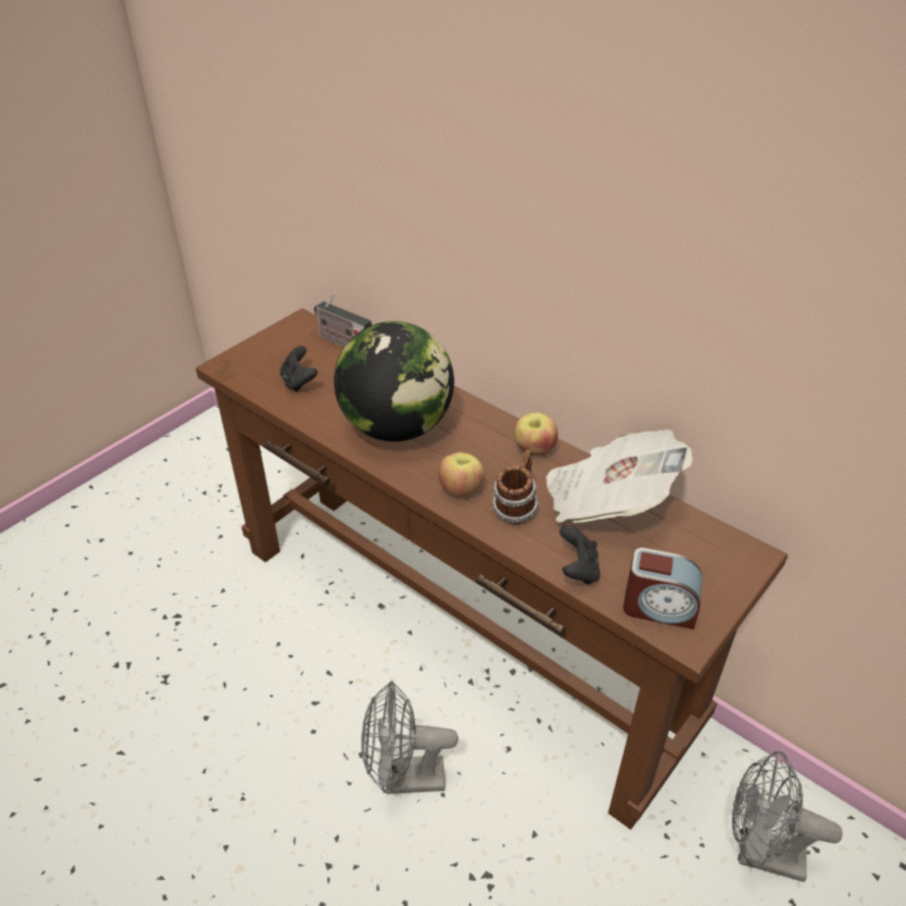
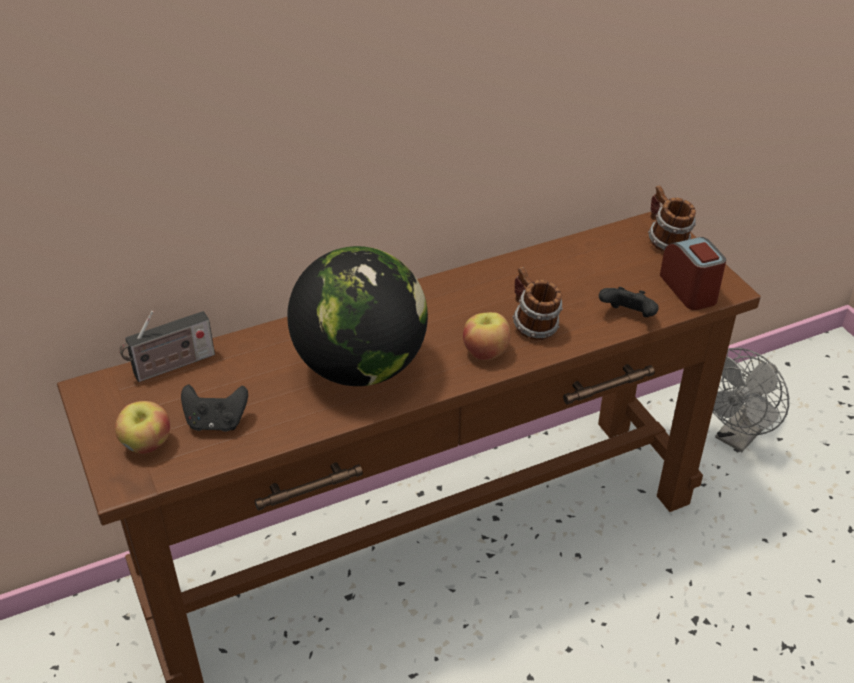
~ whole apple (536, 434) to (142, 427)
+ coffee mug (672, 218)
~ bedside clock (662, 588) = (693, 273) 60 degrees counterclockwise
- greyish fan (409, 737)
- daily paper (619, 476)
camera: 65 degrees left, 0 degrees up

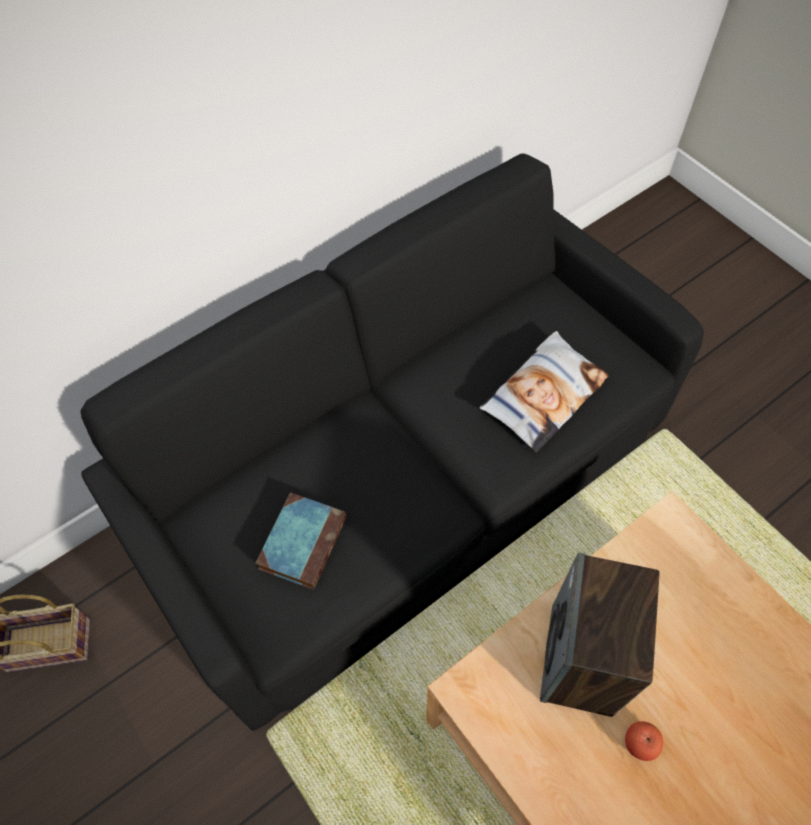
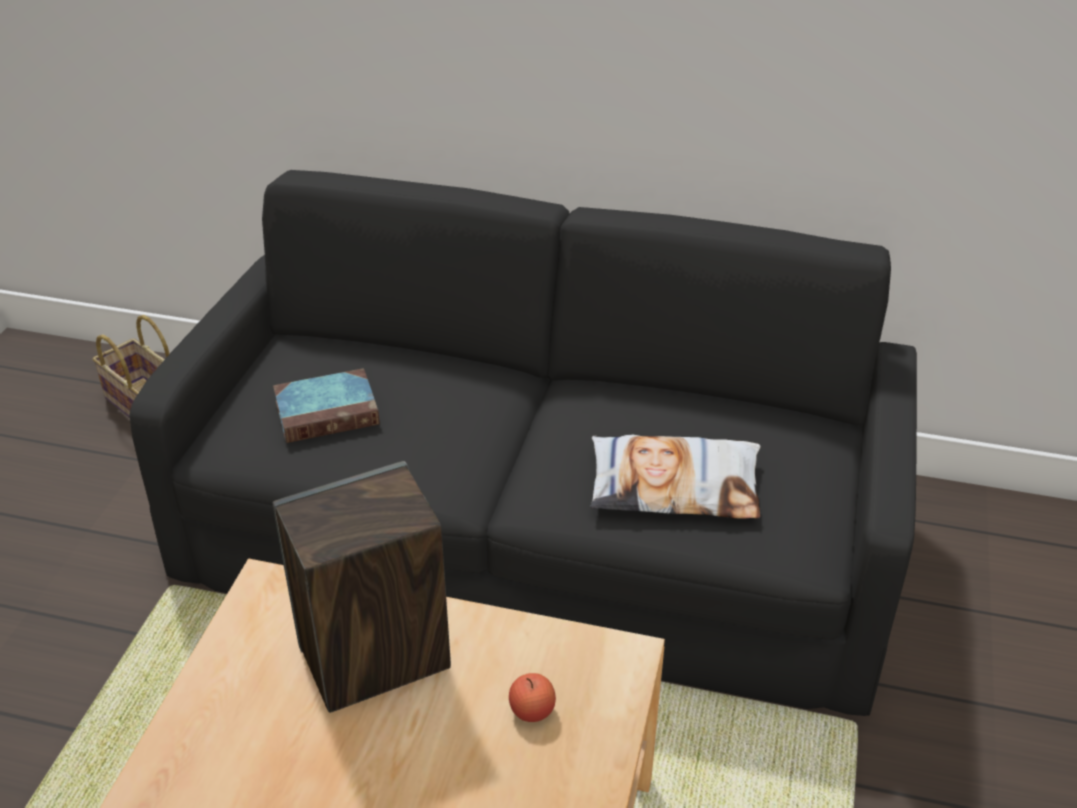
~ whole apple (644, 741) to (532, 697)
camera: 50 degrees right, 20 degrees down

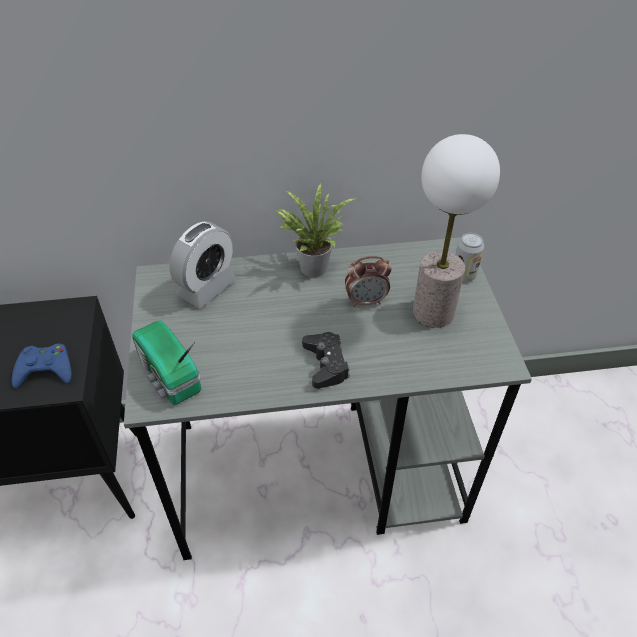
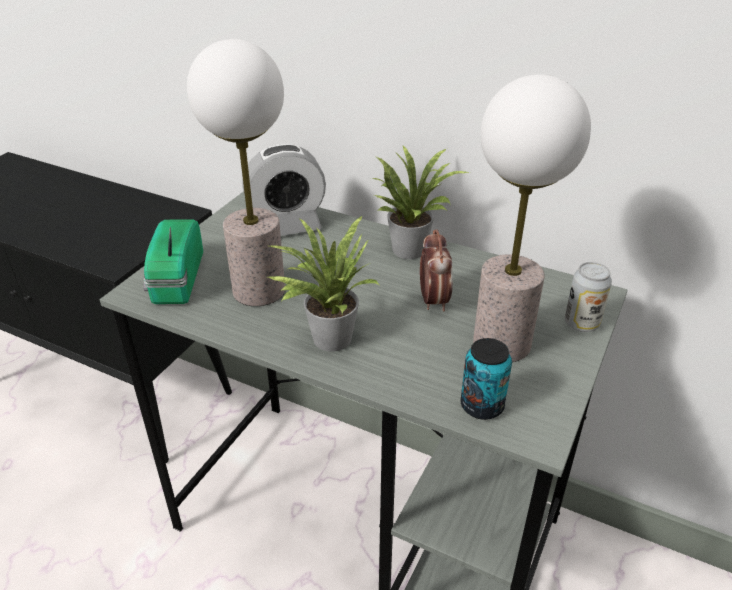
+ table lamp (236, 172)
~ blackish game controller (326, 360) to houseplant (324, 284)
~ bedside clock (368, 281) = (436, 270) 120 degrees counterclockwise
+ can (486, 379)
- blue game controller (41, 366)
camera: 35 degrees right, 10 degrees down

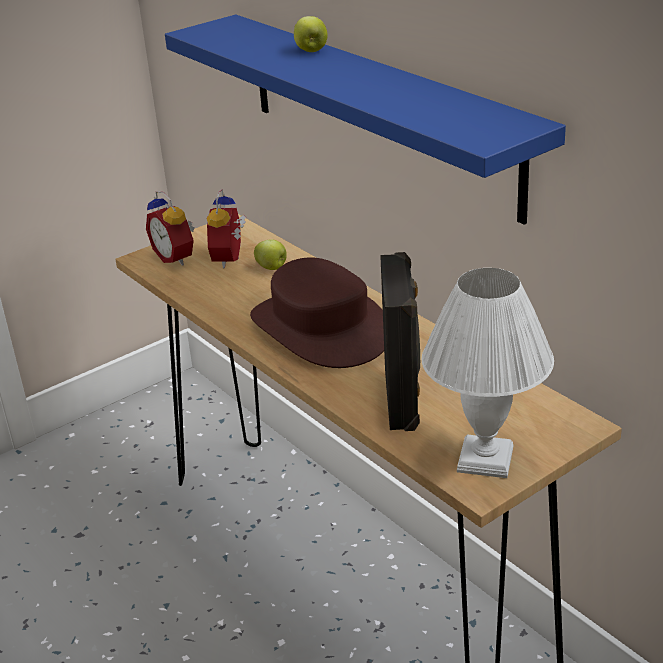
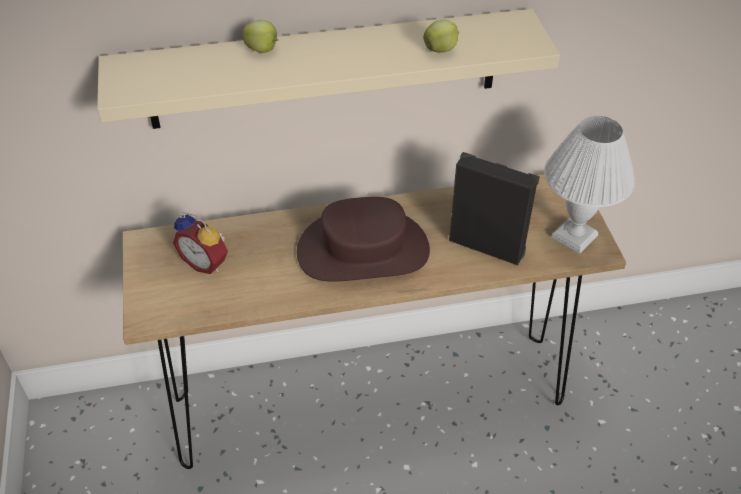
~ blue bracket shelf (365, 120) to beige-coloured bracket shelf (328, 69)
~ whole apple (270, 255) to (441, 36)
- bedside clock (170, 228)
camera: 65 degrees left, 15 degrees up

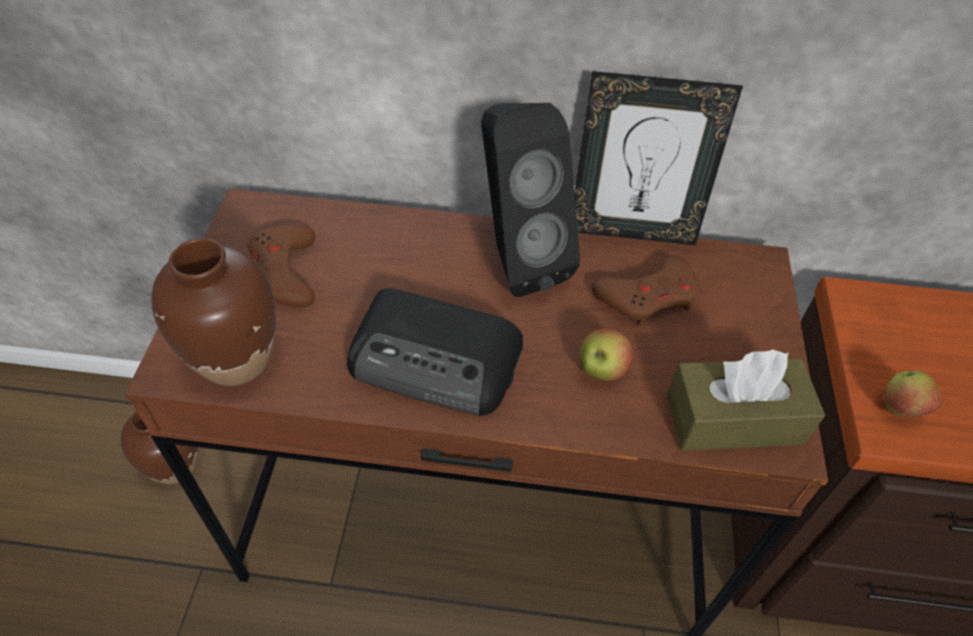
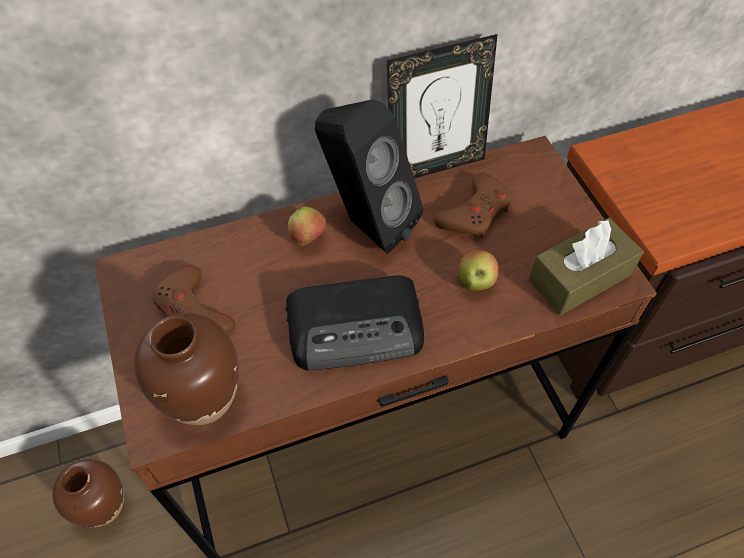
~ whole apple (913, 394) to (307, 226)
camera: 25 degrees left, 5 degrees up

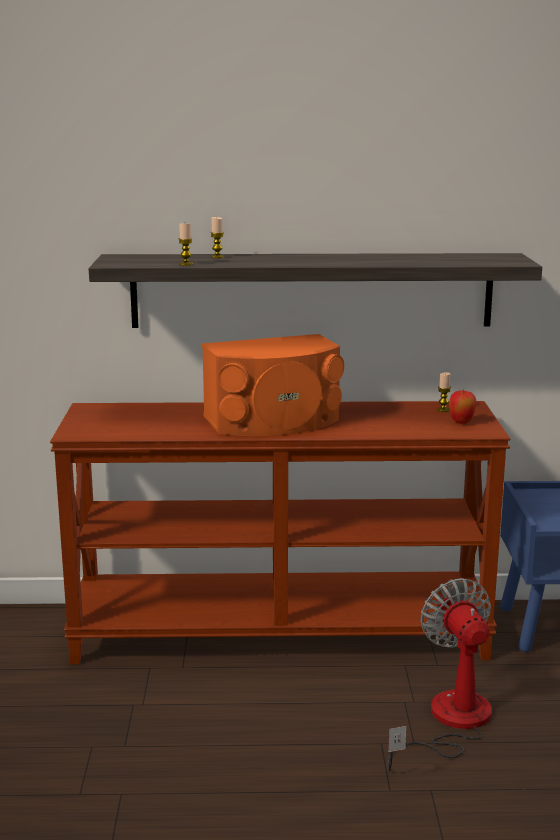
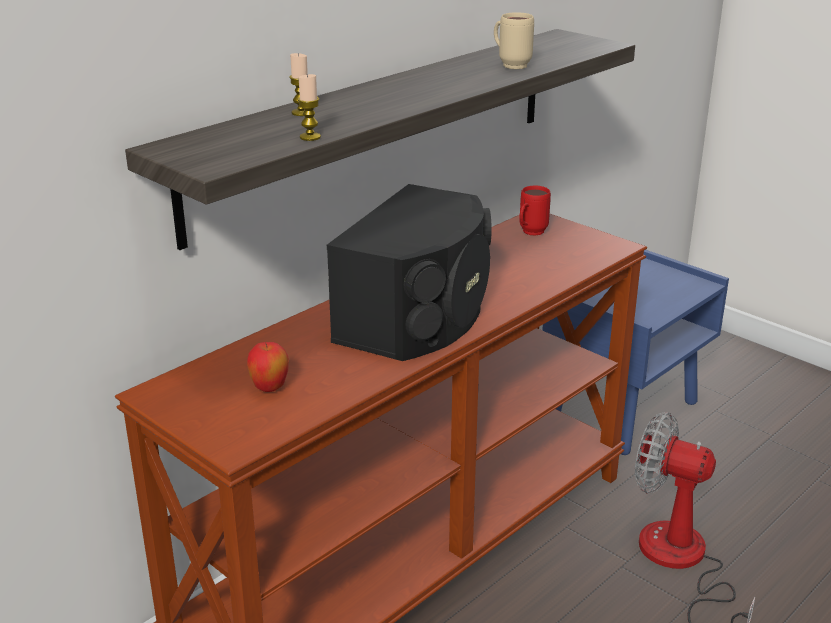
~ whole apple (463, 406) to (268, 367)
~ orange audio speaker (273, 385) to blackish audio speaker (409, 272)
+ beige-coloured coffee mug (514, 40)
~ candle (444, 392) to reddish coffee mug (535, 211)
camera: 45 degrees left, 10 degrees up

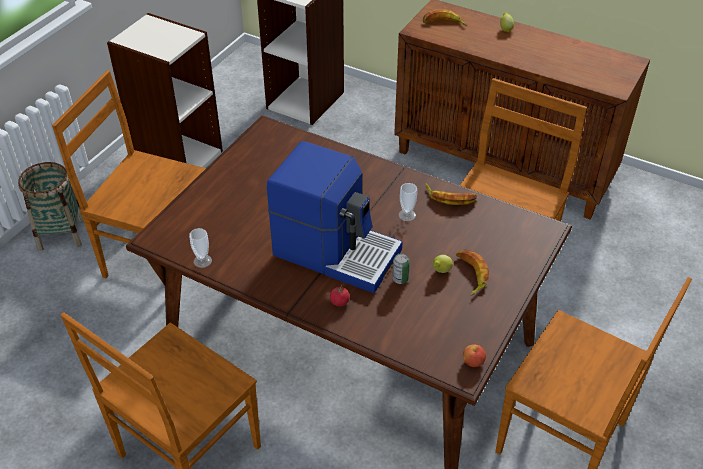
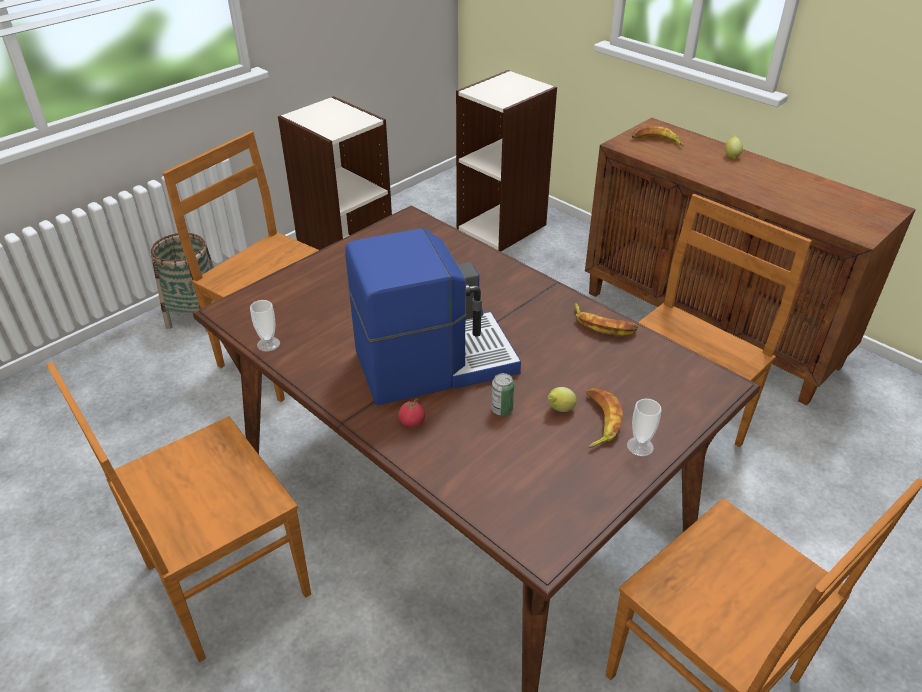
~ coffee brewer (334, 217) = (433, 317) 60 degrees counterclockwise
~ cup (408, 202) to (644, 428)
- whole apple (474, 355)
camera: 15 degrees right, 5 degrees down

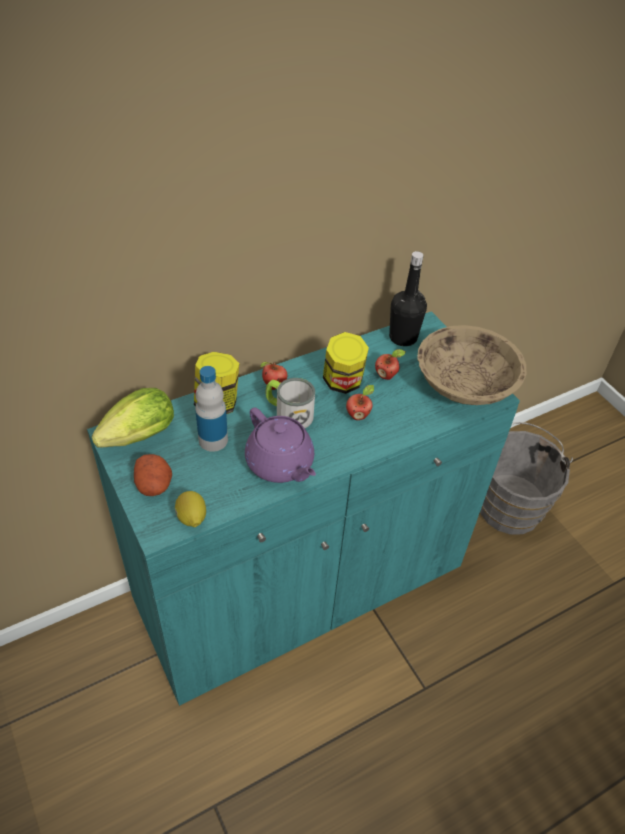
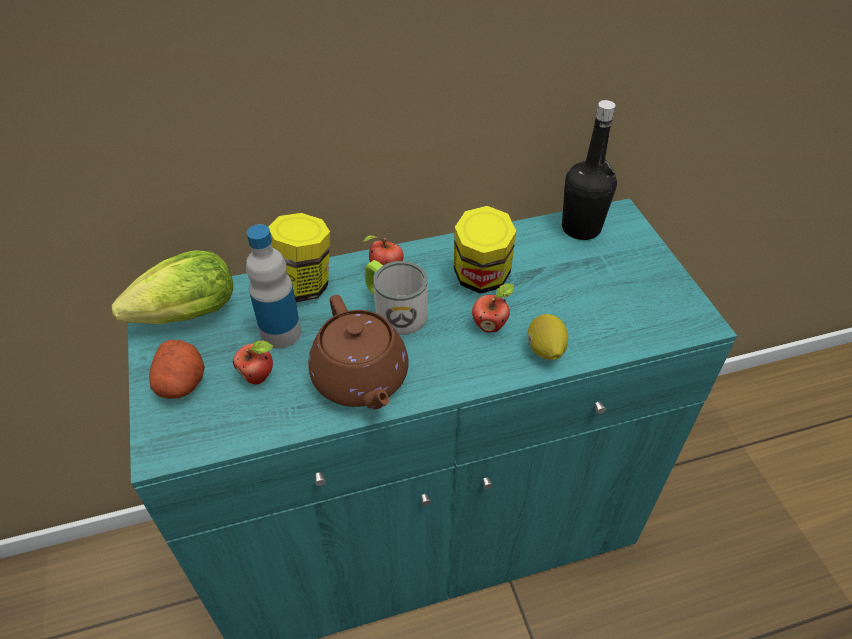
~ whole apple (390, 364) to (253, 362)
~ purple-coloured pot for tea (280, 445) to brown-coloured pot for tea (358, 352)
~ lemon (190, 509) to (547, 337)
- beige-coloured bowl (471, 365)
- greyish bucket (526, 478)
camera: 15 degrees right, 0 degrees up

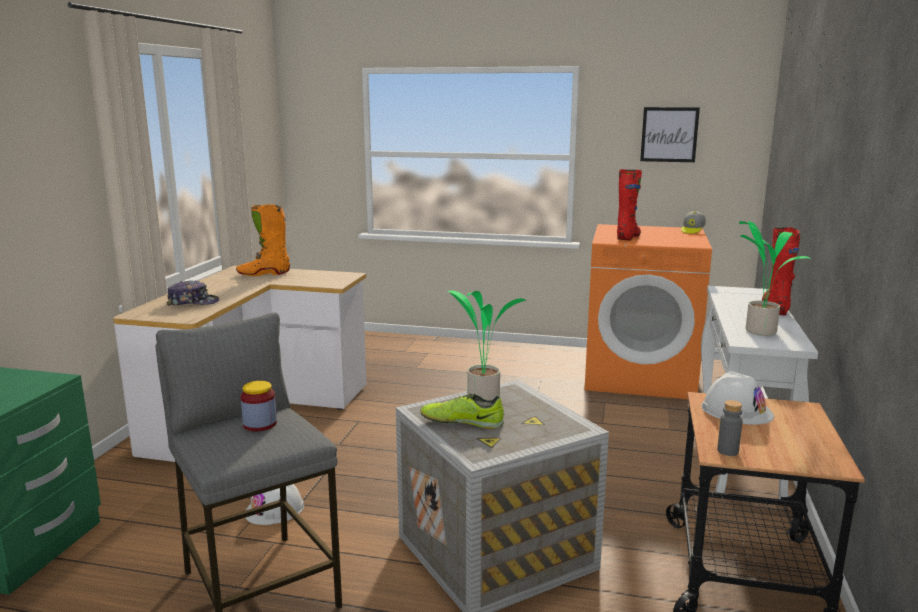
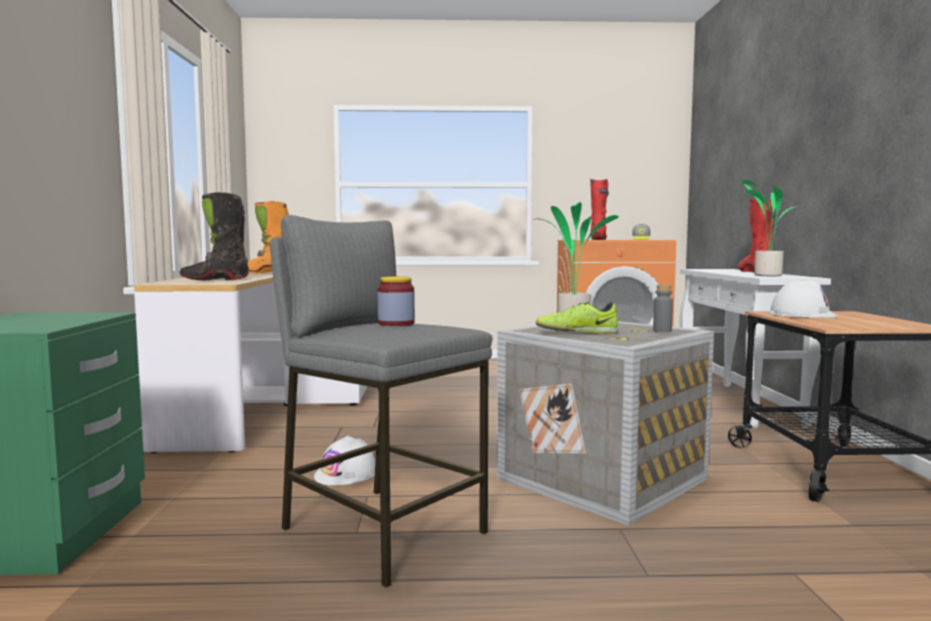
~ baseball cap (193, 293) to blackish tall boot (214, 236)
~ greyish beverage bottle (730, 428) to (663, 308)
- picture (670, 134)
camera: 15 degrees left, 10 degrees down

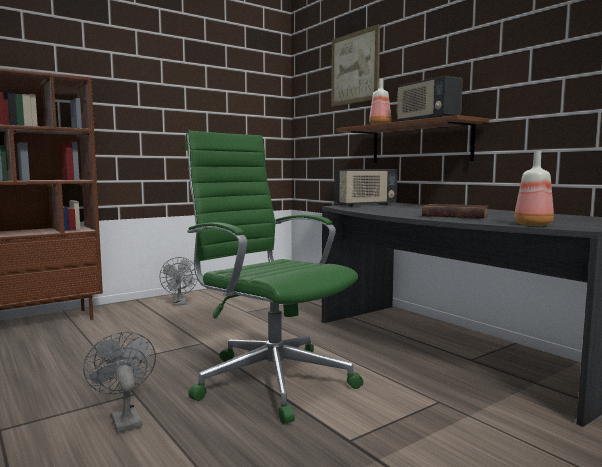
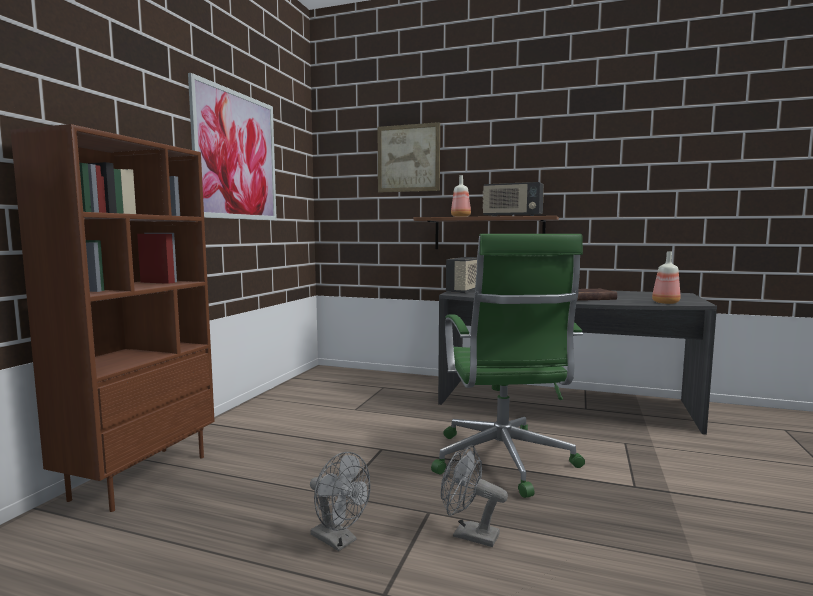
+ picture (232, 146)
~ greyish fan (179, 281) to (340, 501)
~ green-coloured computer chair (274, 277) = (508, 366) 105 degrees counterclockwise
camera: 35 degrees left, 0 degrees up

